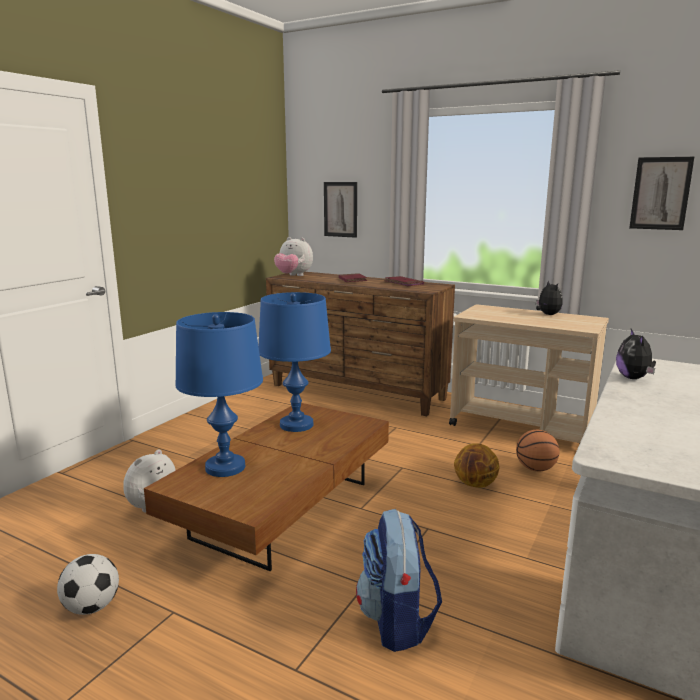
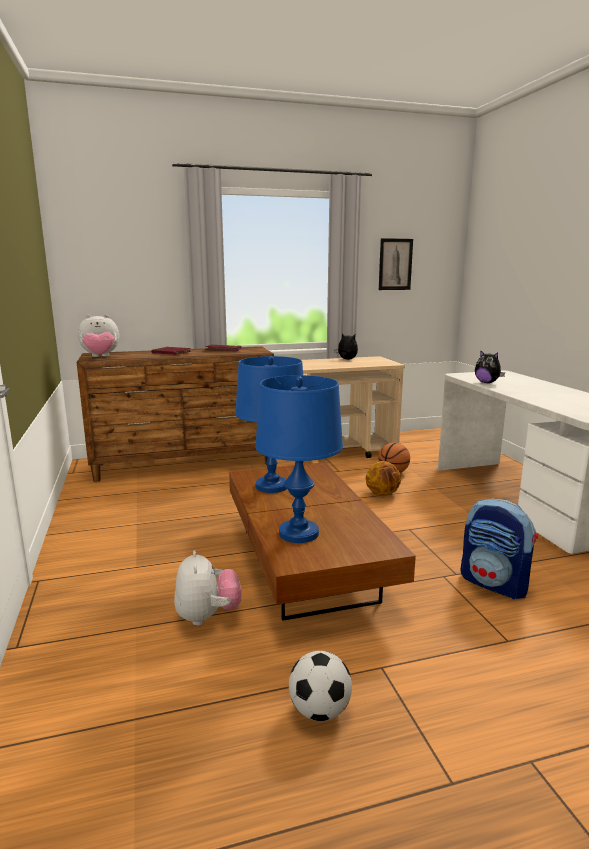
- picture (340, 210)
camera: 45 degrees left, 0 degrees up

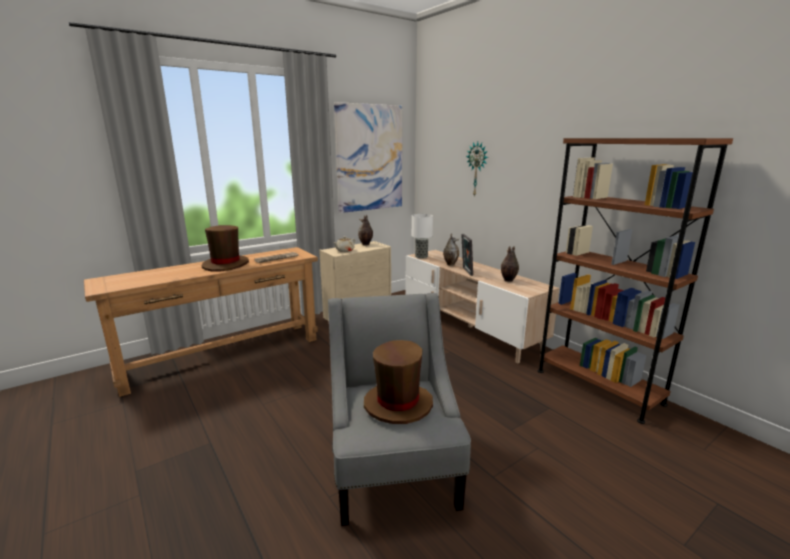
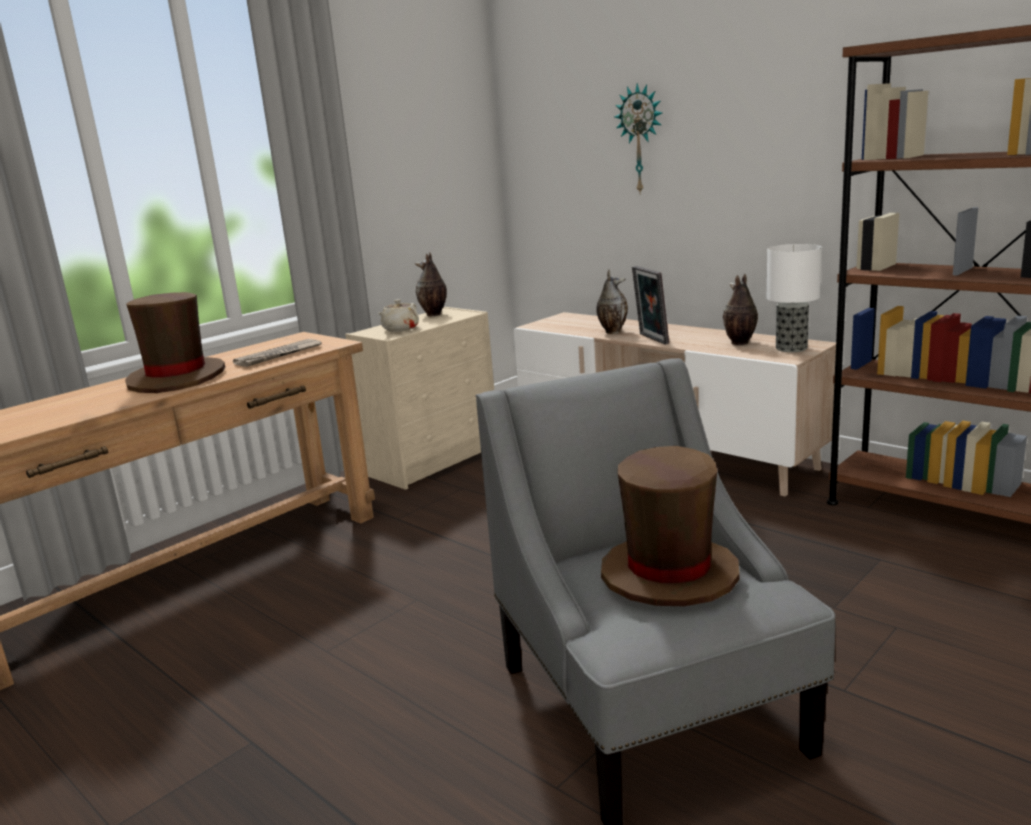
~ table lamp (422, 236) to (794, 298)
- picture (368, 157)
camera: 10 degrees left, 0 degrees up

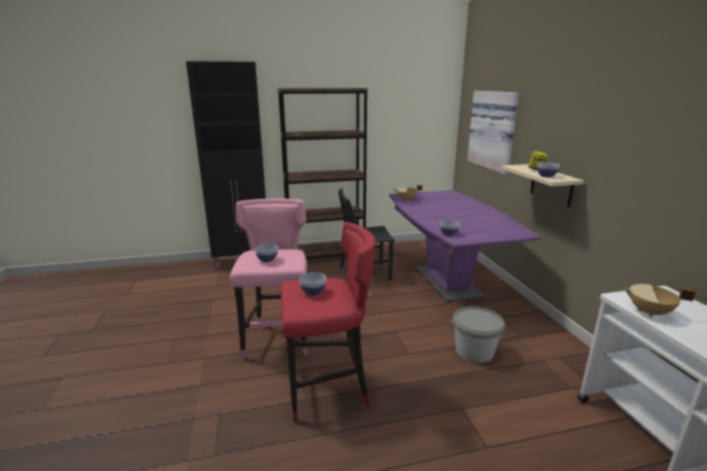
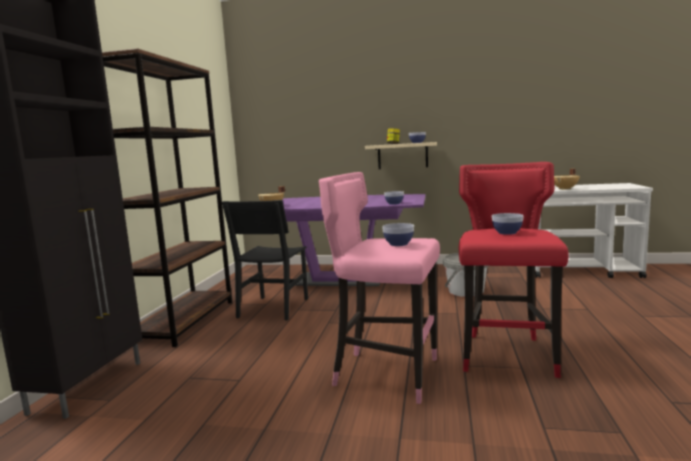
- picture (493, 132)
camera: 65 degrees left, 10 degrees down

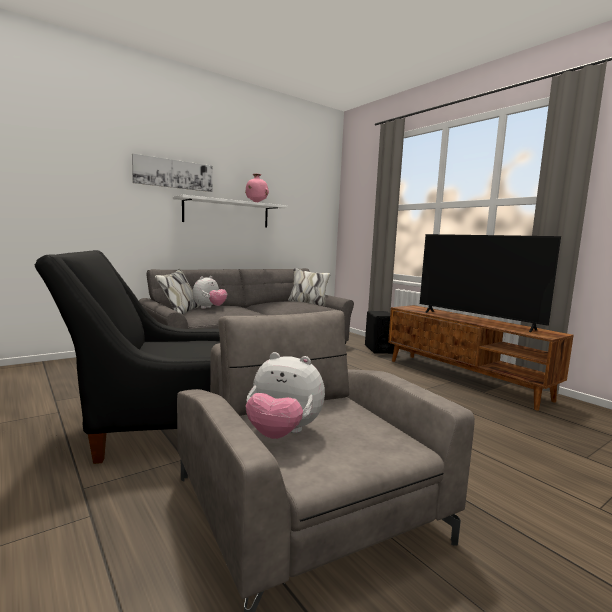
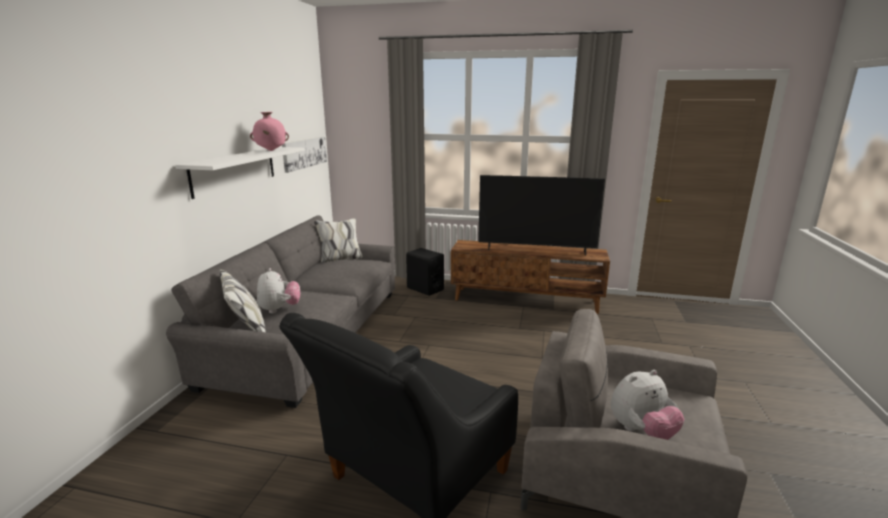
~ picture (172, 173) to (304, 155)
camera: 40 degrees left, 10 degrees up

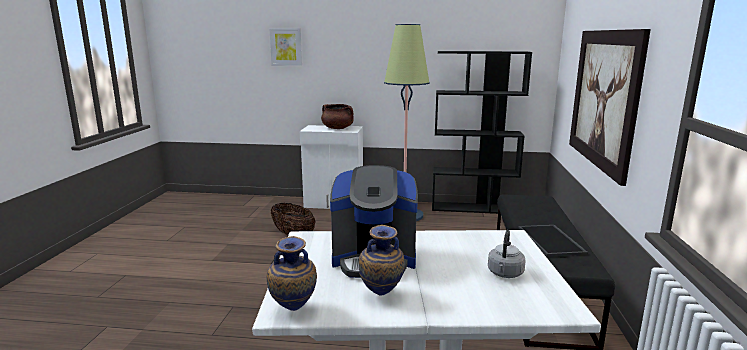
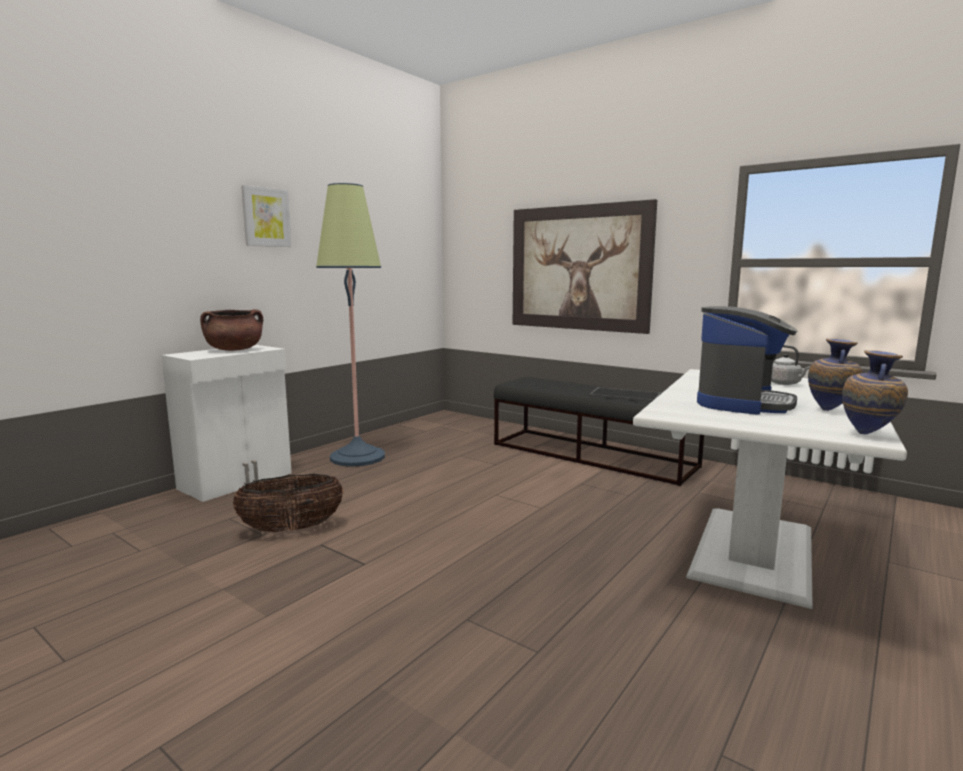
~ picture (285, 47) to (266, 216)
- blackish shelving unit (482, 132)
camera: 60 degrees left, 5 degrees down

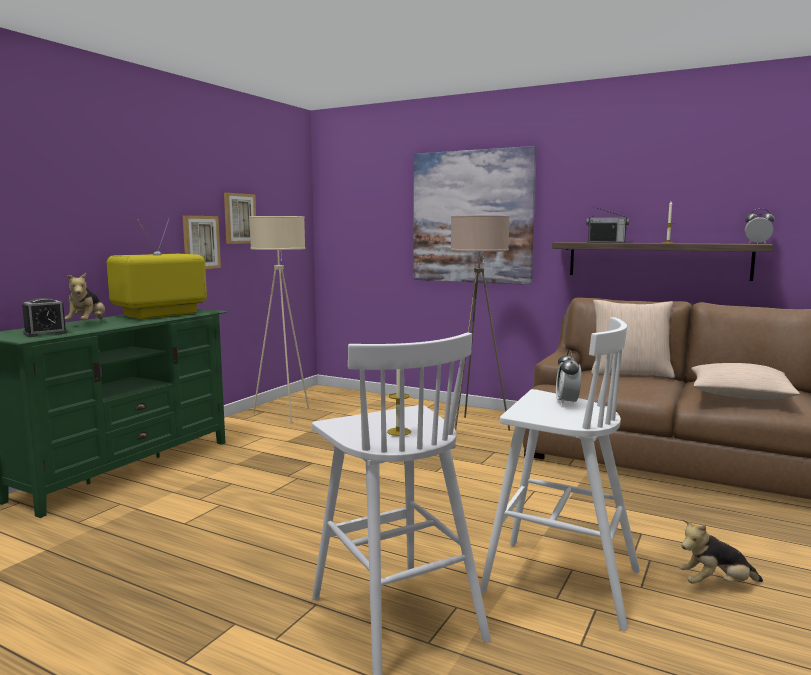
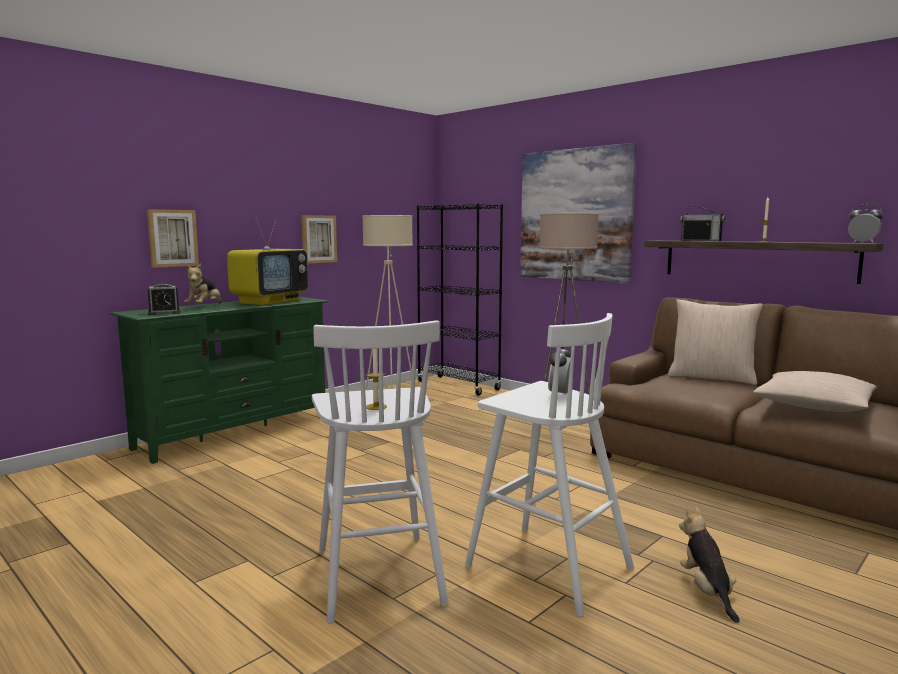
~ picture (240, 218) to (173, 238)
~ television (157, 268) = (267, 261) 150 degrees clockwise
+ blackish shelving unit (460, 299)
~ soft toy (721, 551) = (709, 565) 75 degrees clockwise
camera: 15 degrees right, 0 degrees up

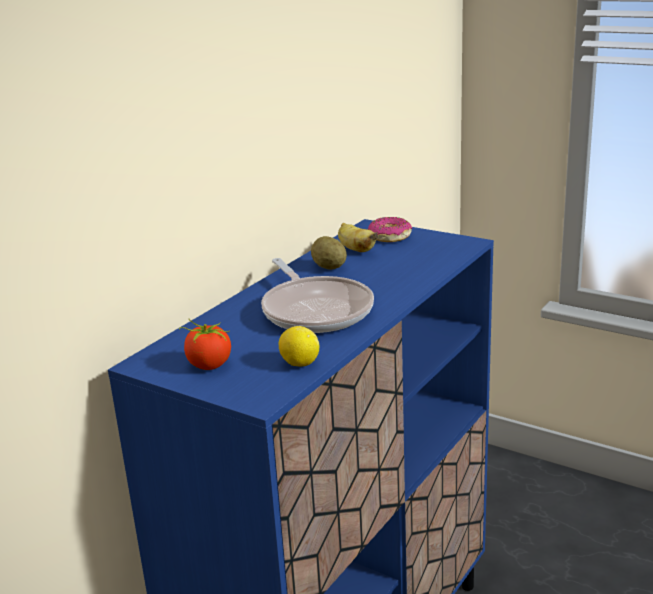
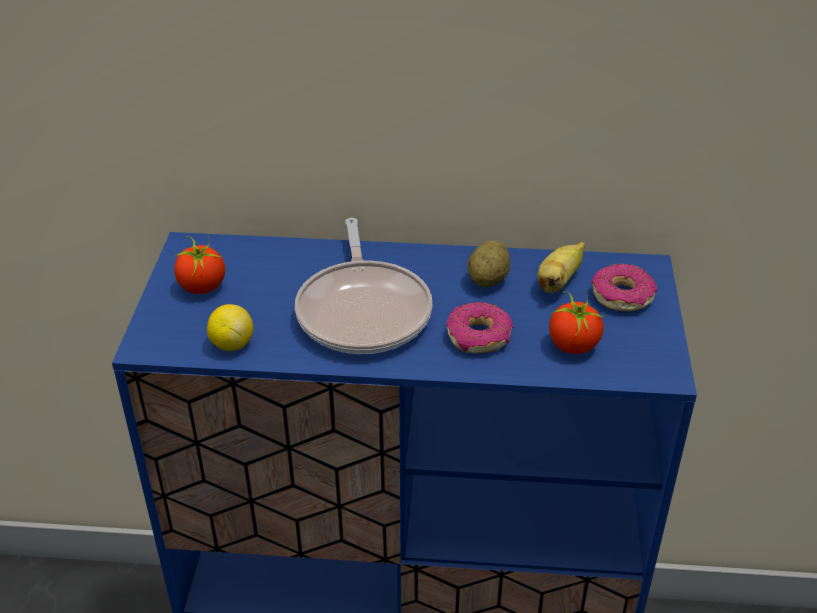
~ frying pan (317, 295) = (364, 286) 45 degrees counterclockwise
+ doughnut (479, 327)
+ fresh tomato (577, 322)
camera: 60 degrees right, 15 degrees up

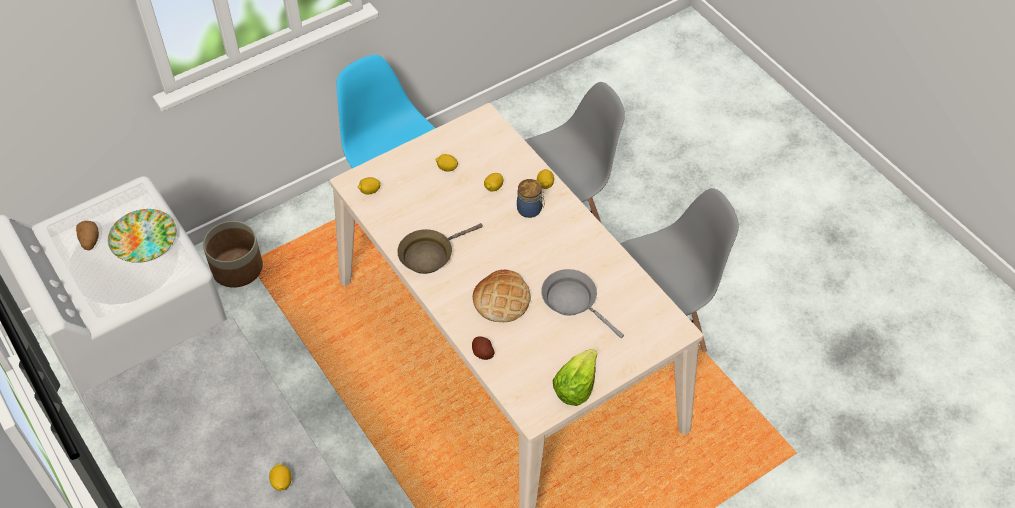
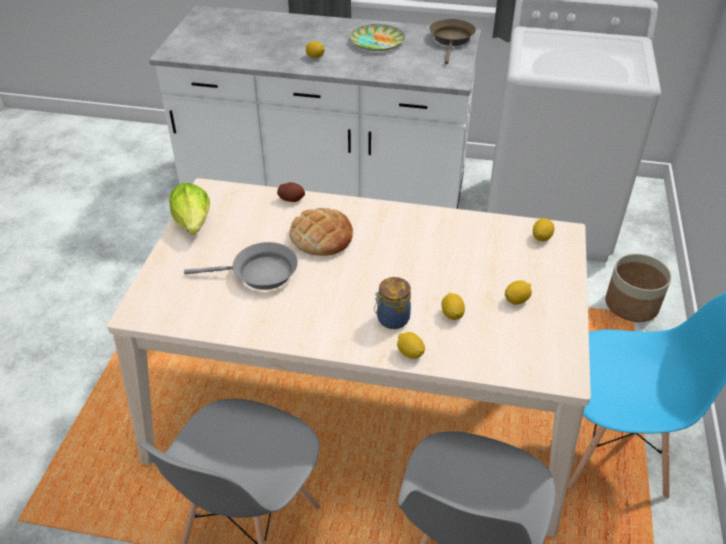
~ plate (142, 236) to (377, 37)
~ brown-coloured frying pan (440, 248) to (453, 41)
- spud (87, 235)
camera: 135 degrees right, 10 degrees down

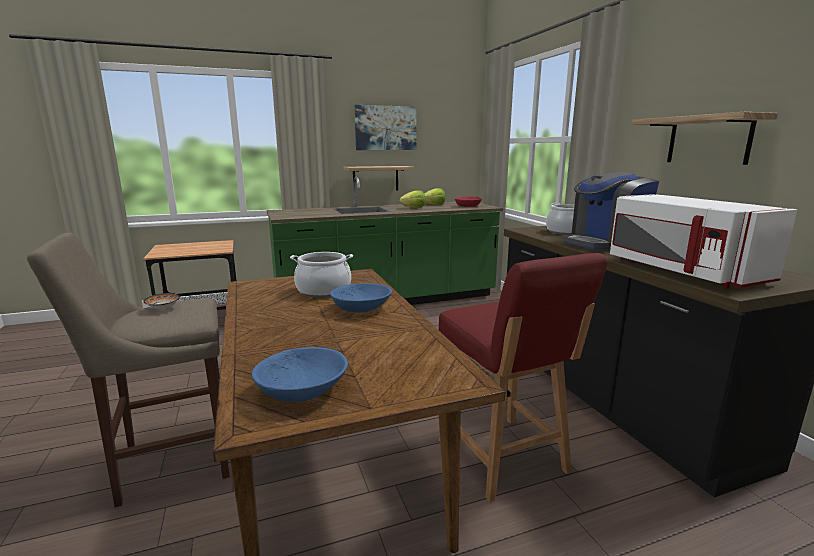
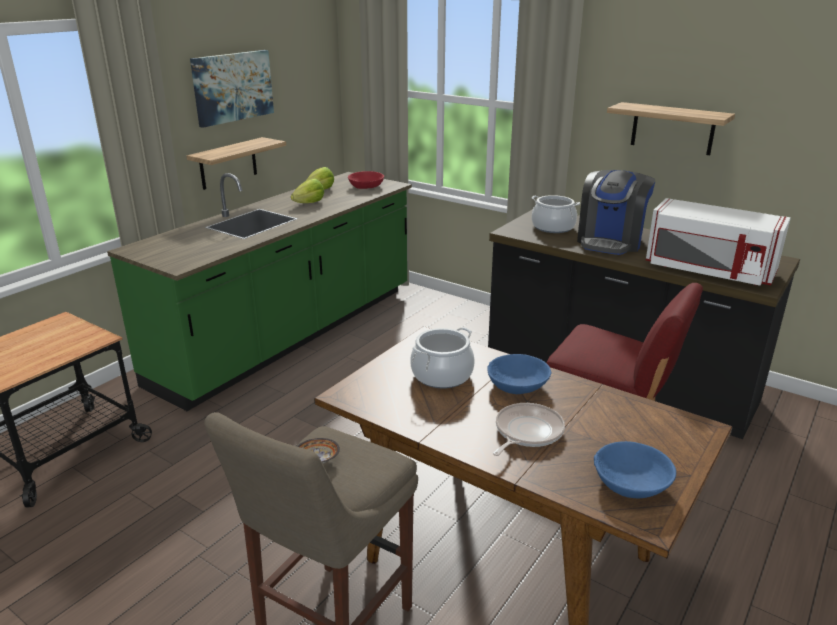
+ frying pan (529, 429)
camera: 35 degrees left, 10 degrees up

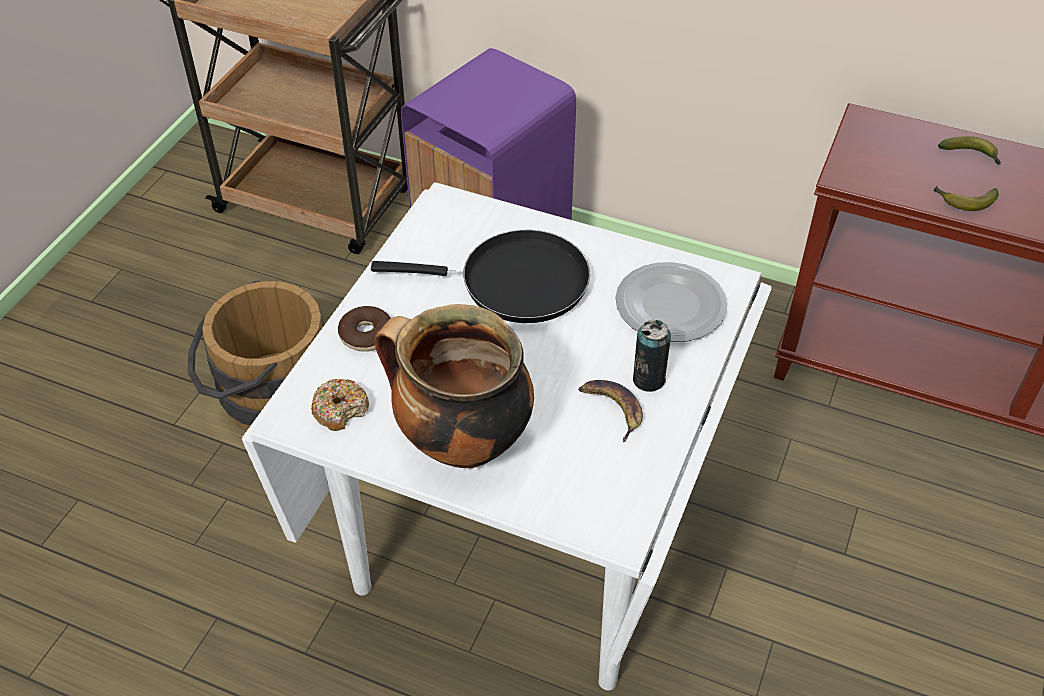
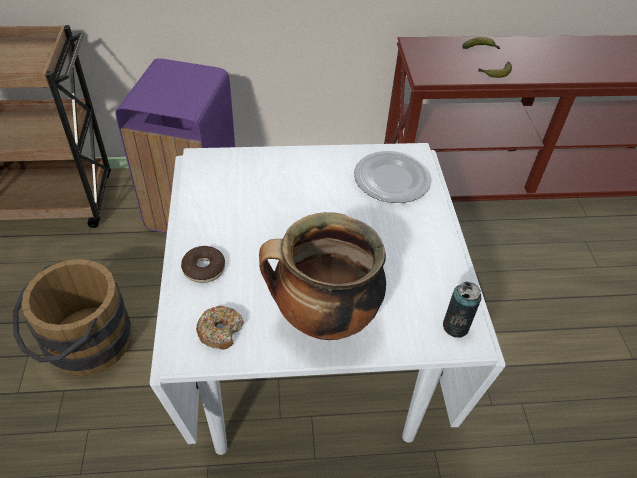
~ can (652, 356) to (462, 310)
- blackish frying pan (480, 276)
- banana fruit (610, 411)
camera: 30 degrees left, 0 degrees up

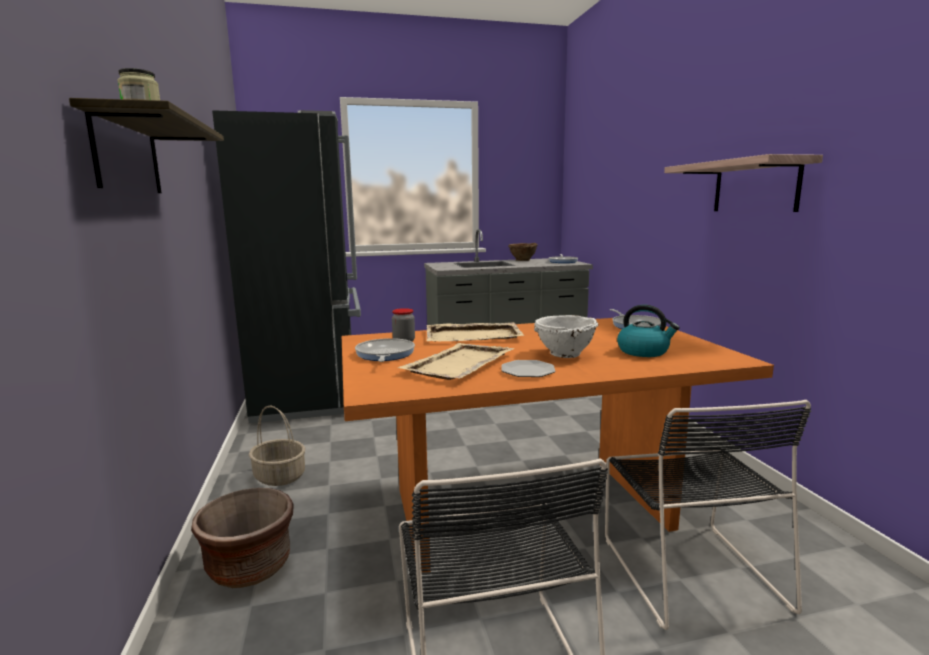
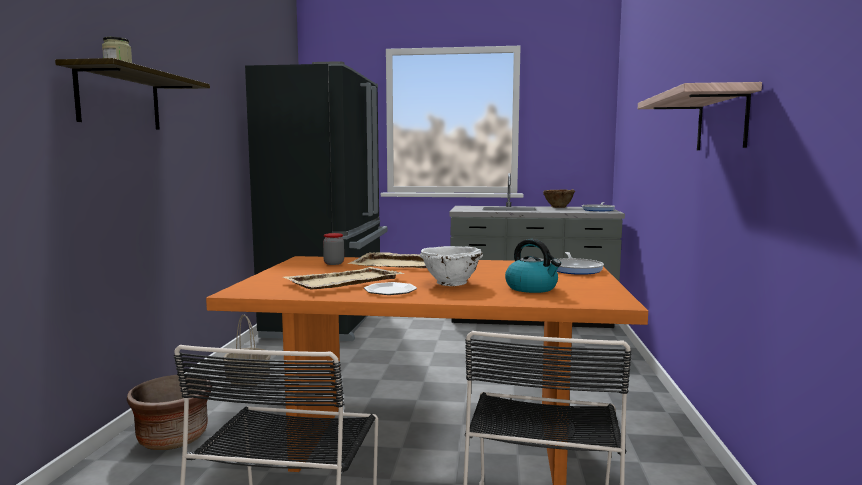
- frying pan (385, 350)
camera: 20 degrees right, 5 degrees down

